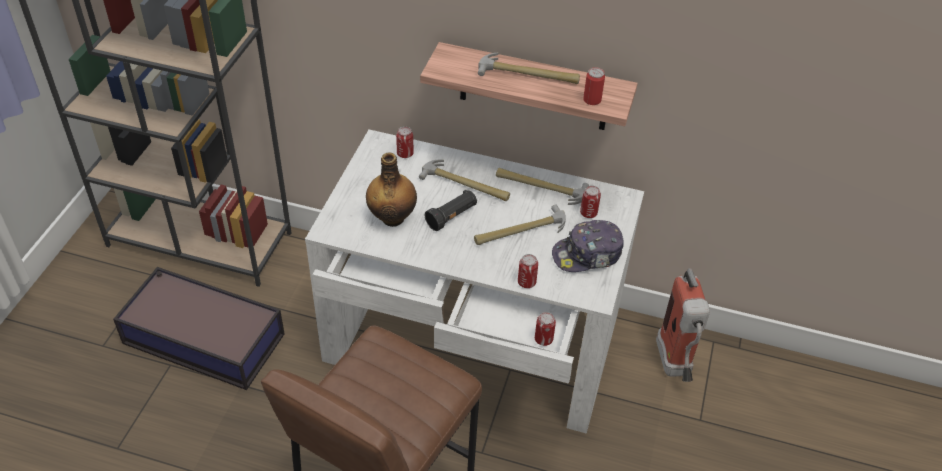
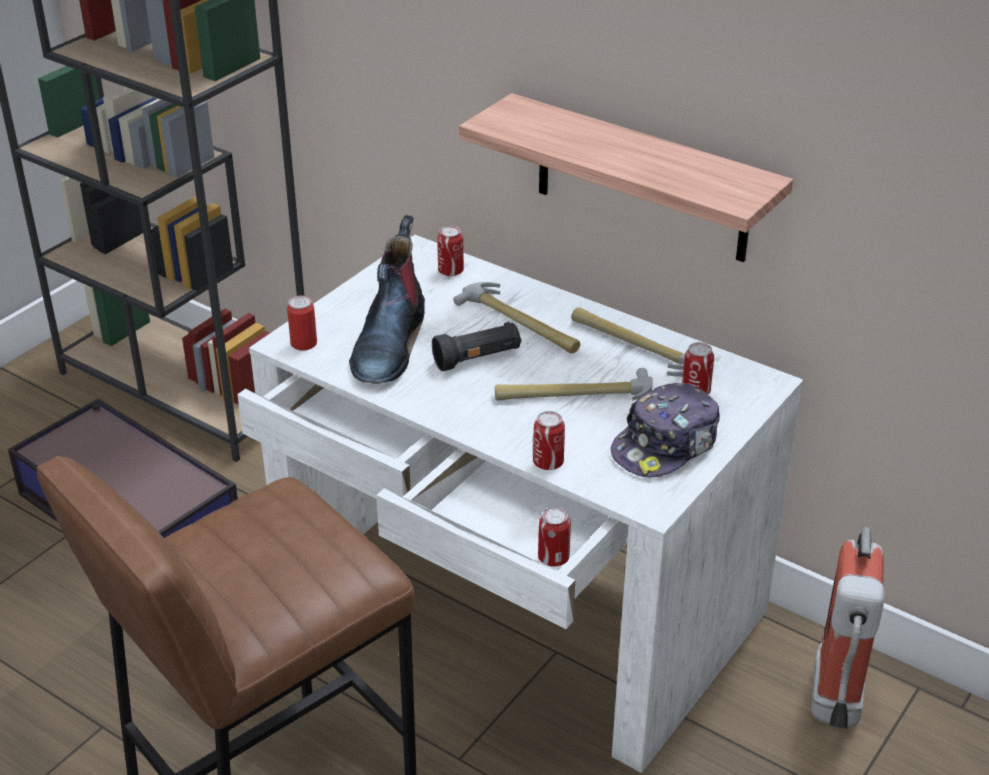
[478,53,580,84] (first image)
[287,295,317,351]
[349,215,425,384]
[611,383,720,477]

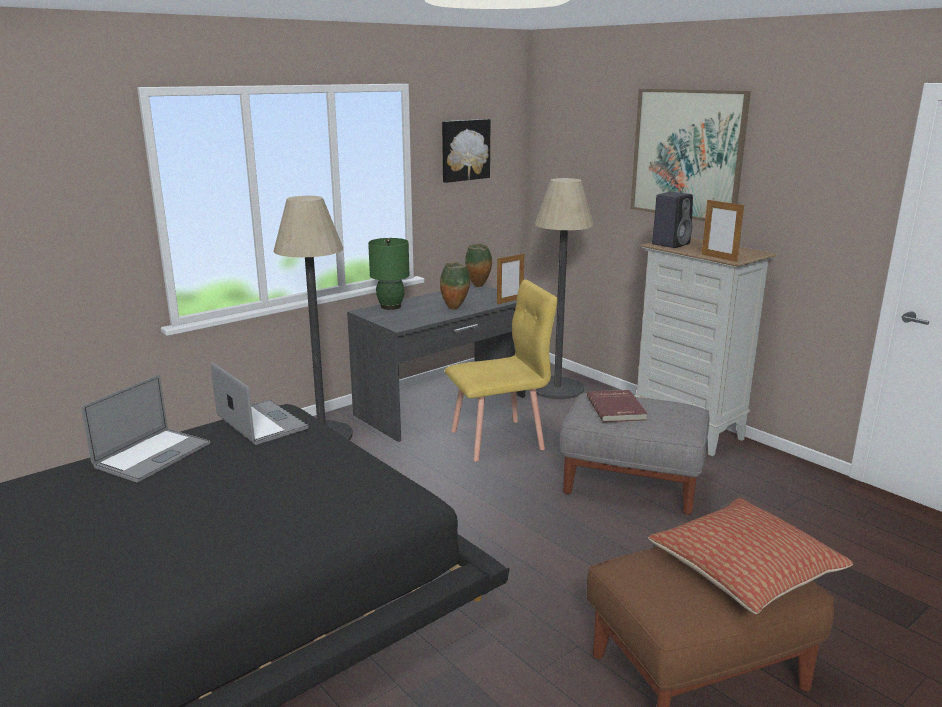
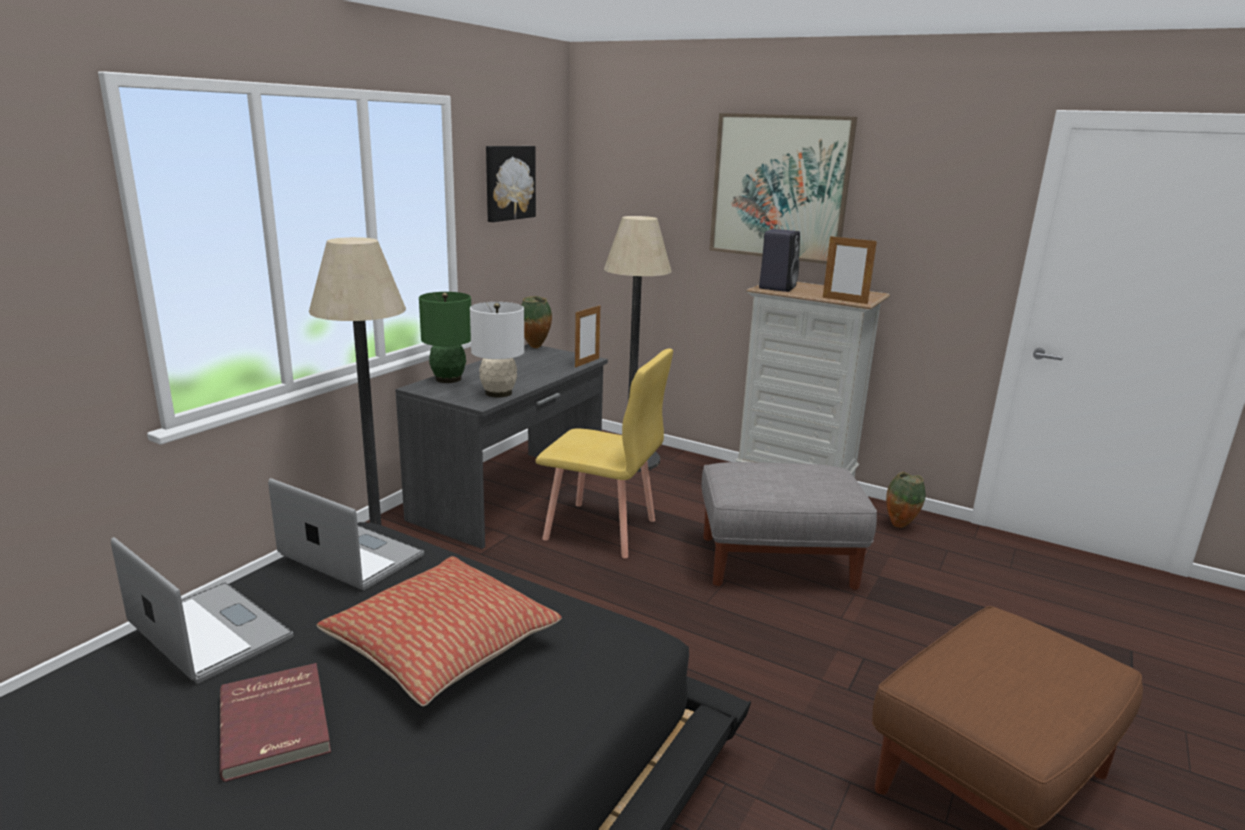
[470,302,524,398]
[886,472,926,528]
[220,663,331,782]
[317,556,562,706]
[111,537,294,684]
[535,348,673,558]

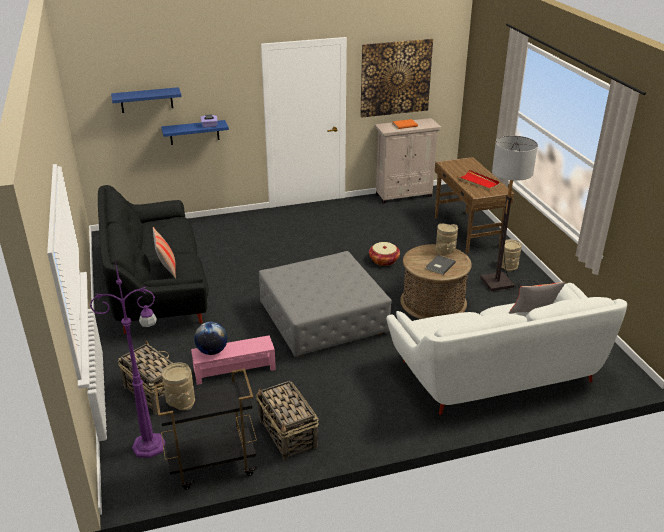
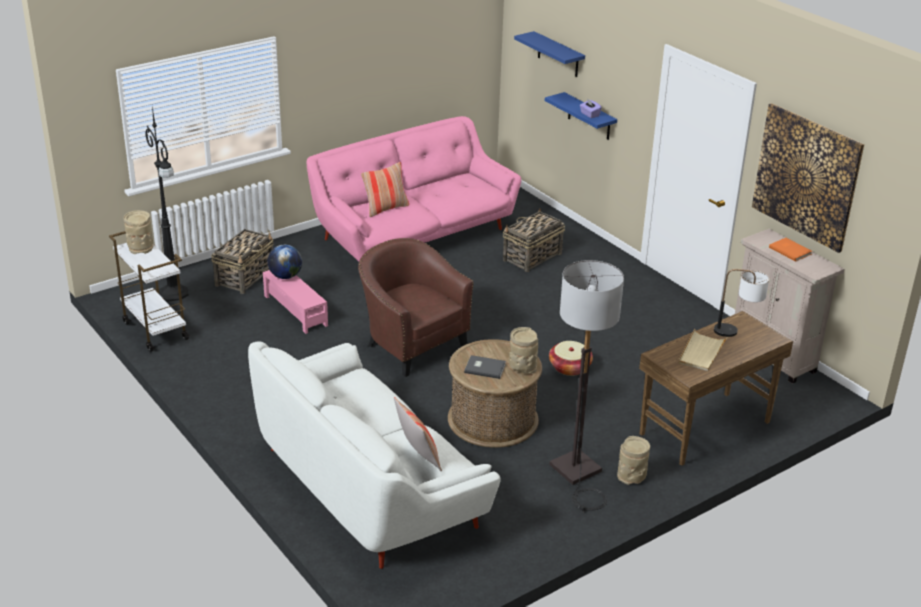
[714,269,769,337]
[503,209,565,272]
[358,238,474,377]
[145,107,189,302]
[307,116,521,261]
[109,231,190,352]
[679,329,727,372]

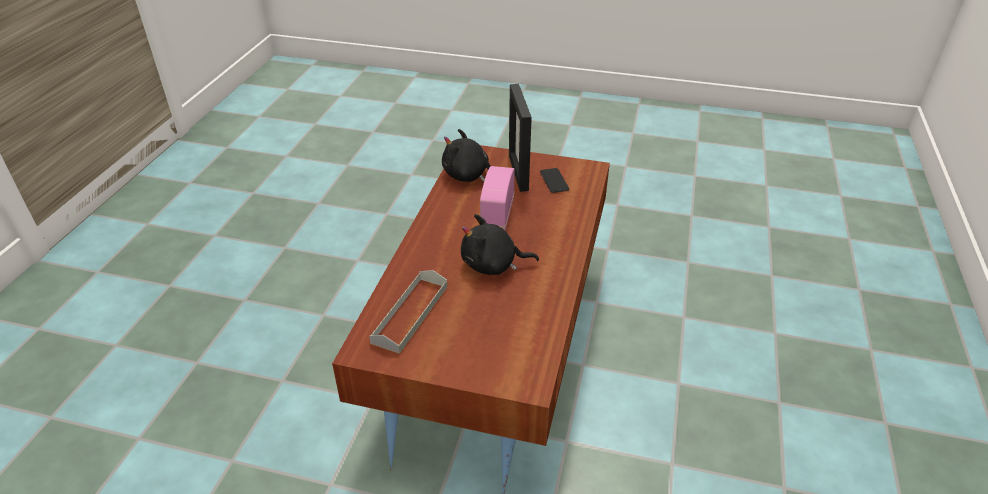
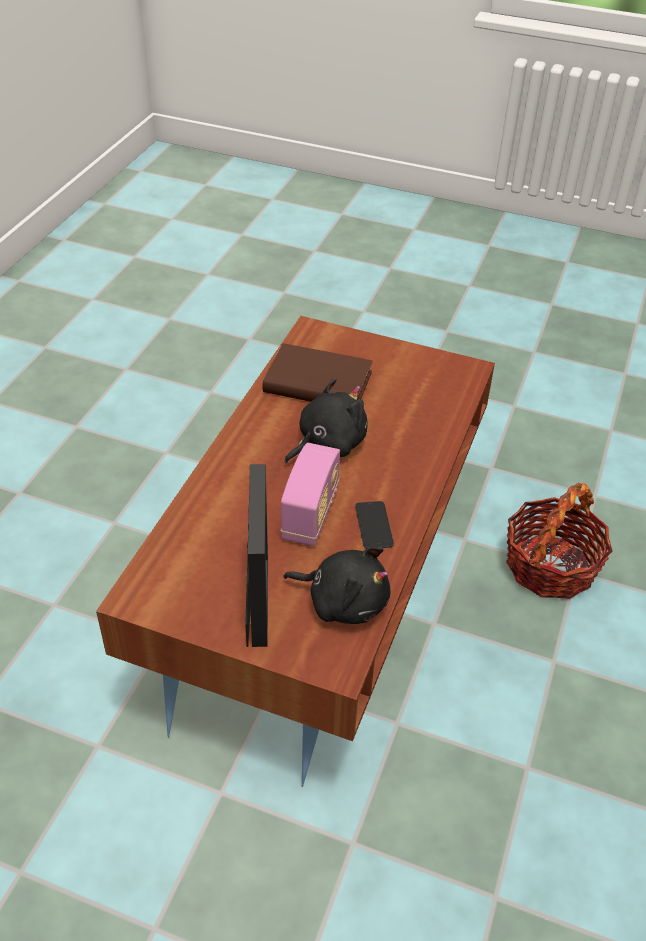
[369,270,447,354] (first image)
[262,343,373,402]
[506,483,613,599]
[355,501,394,549]
[284,378,367,464]

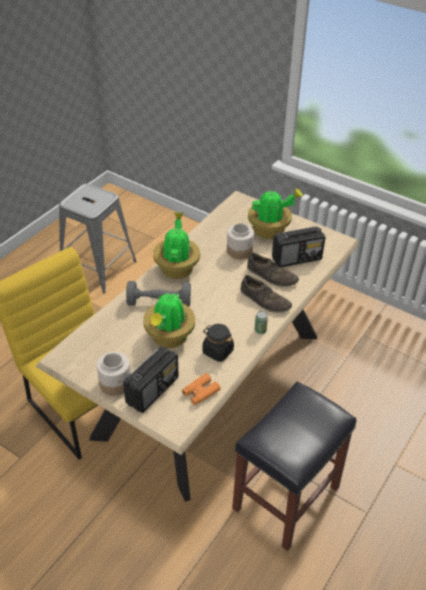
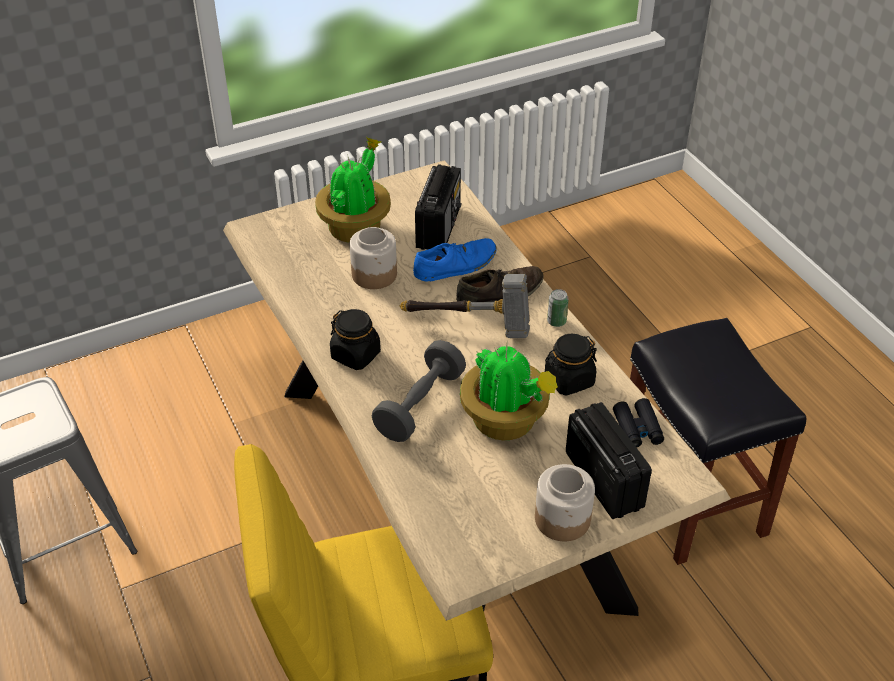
[400,274,530,338]
[330,309,381,370]
[613,398,664,448]
[413,238,496,281]

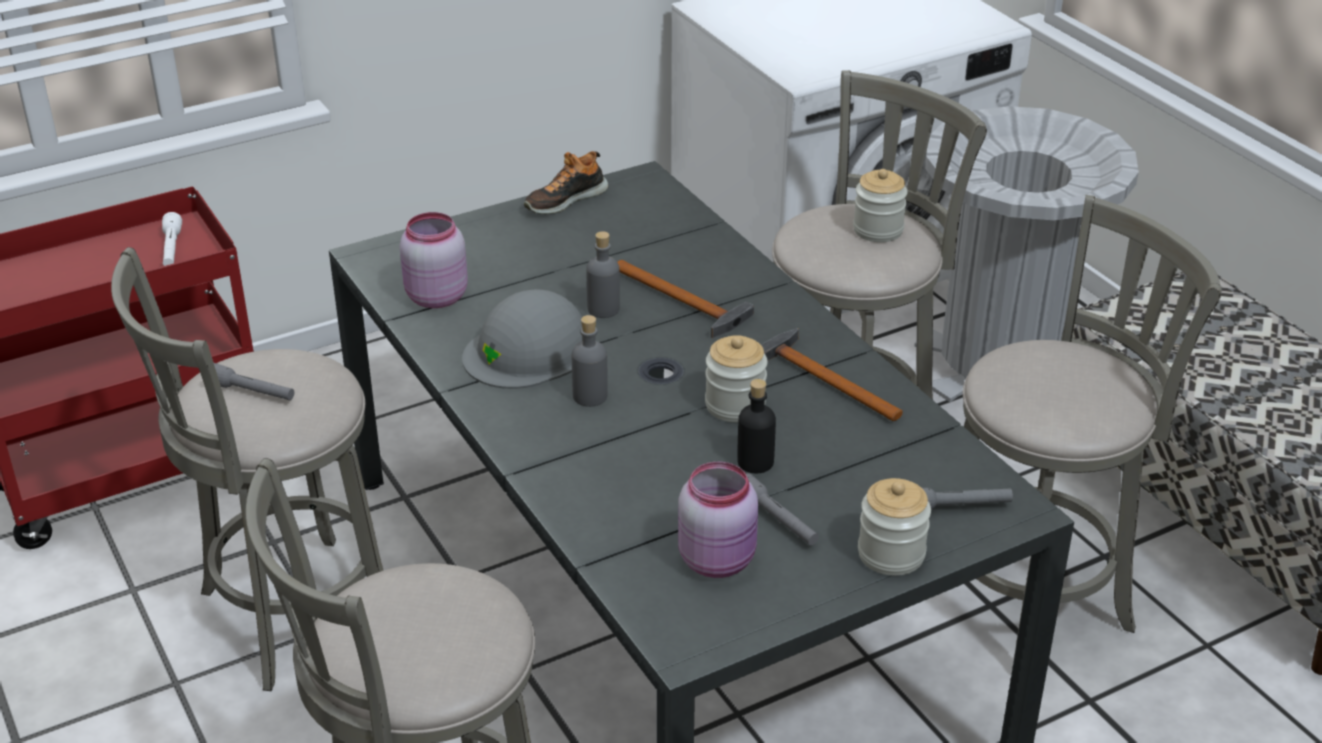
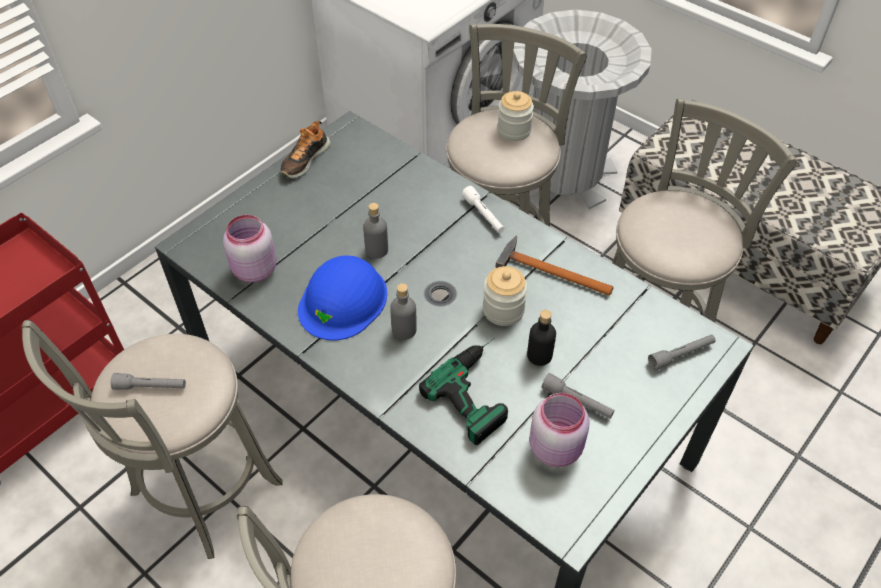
[617,260,754,338] (first image)
[858,478,931,576] (first image)
[419,337,508,445]
[462,186,505,233]
[298,255,387,340]

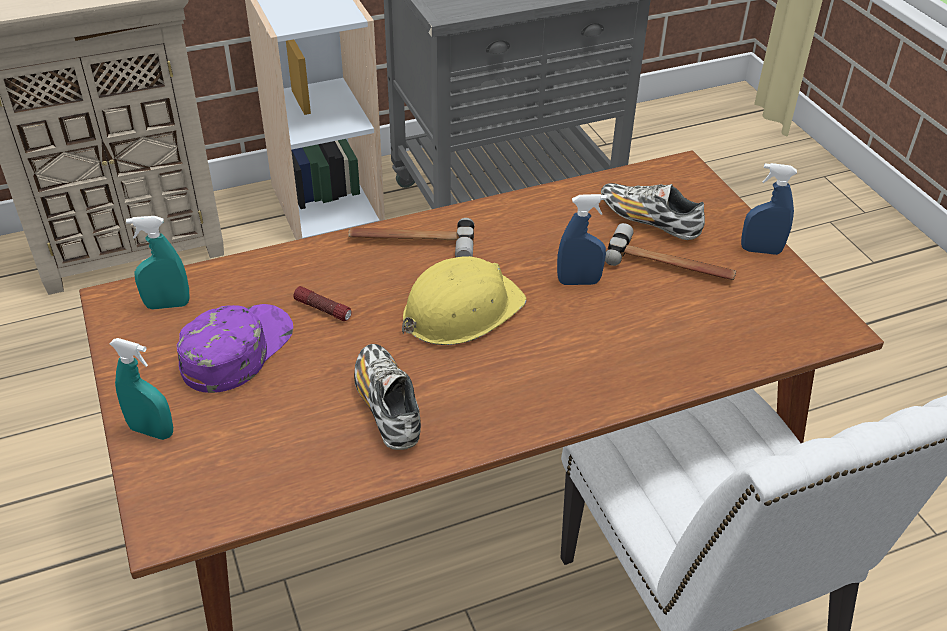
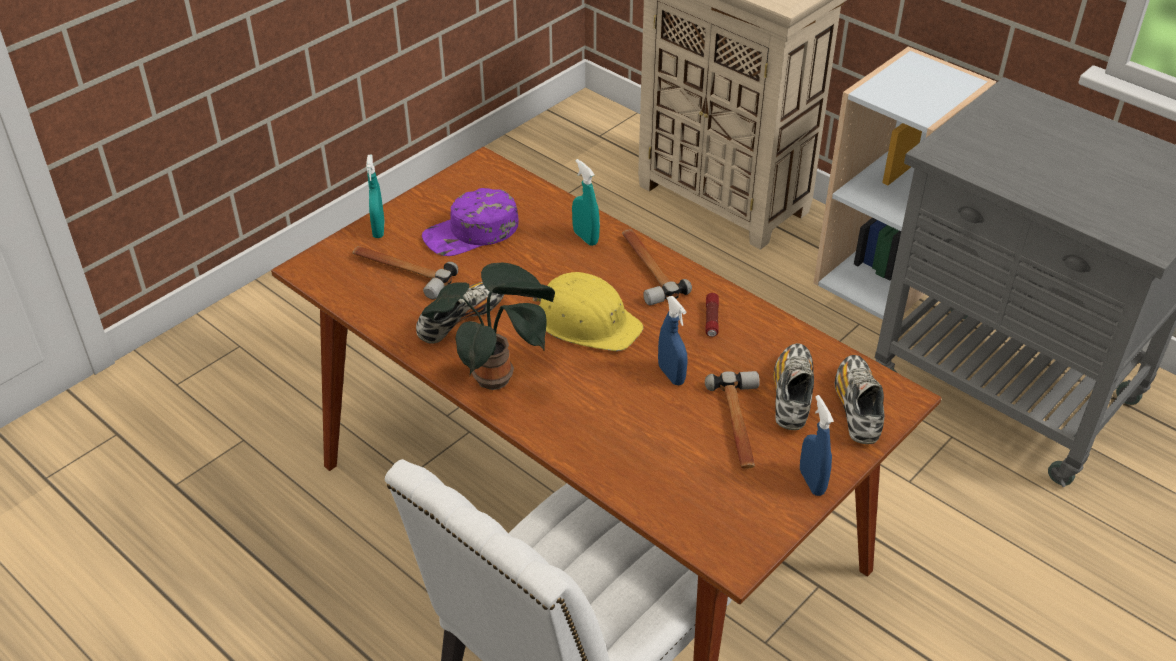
[353,246,458,299]
[422,263,555,390]
[835,355,885,444]
[572,159,600,246]
[706,293,719,337]
[422,188,519,256]

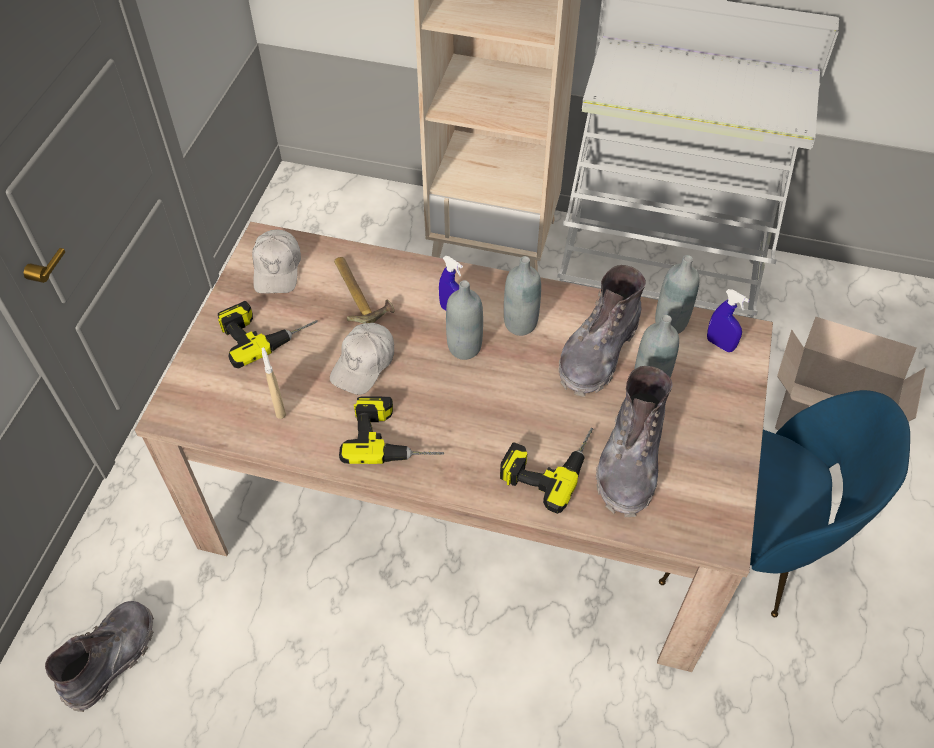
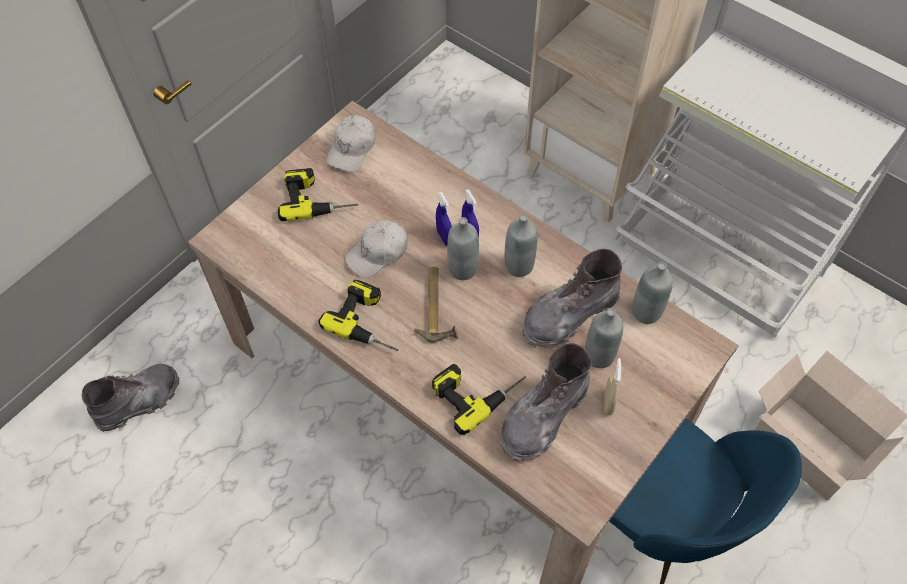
[604,358,621,415]
[414,267,458,343]
[436,192,452,246]

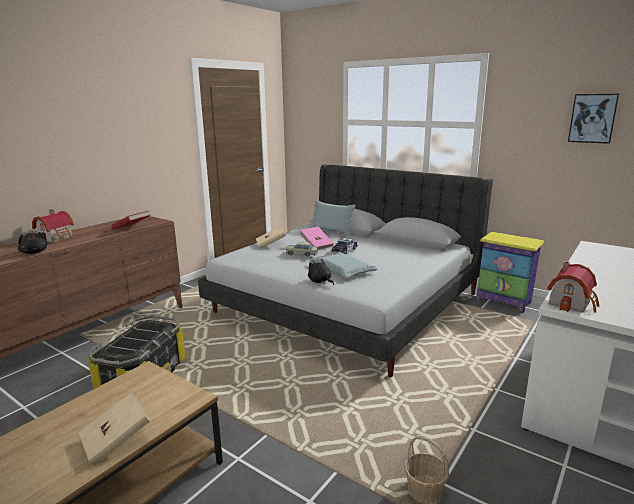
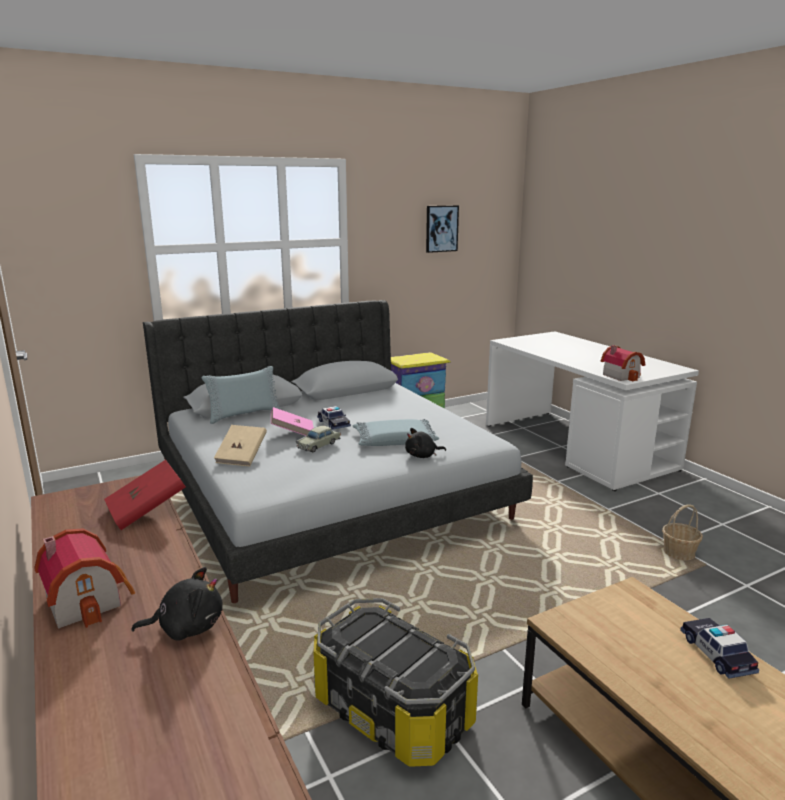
[680,618,759,679]

